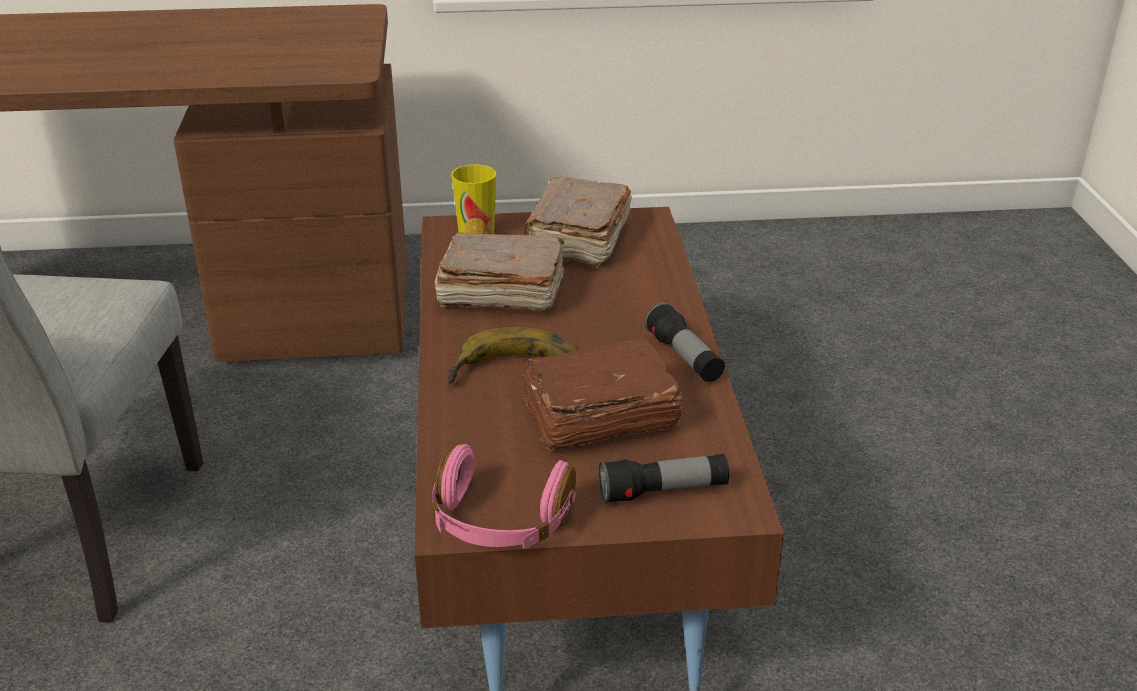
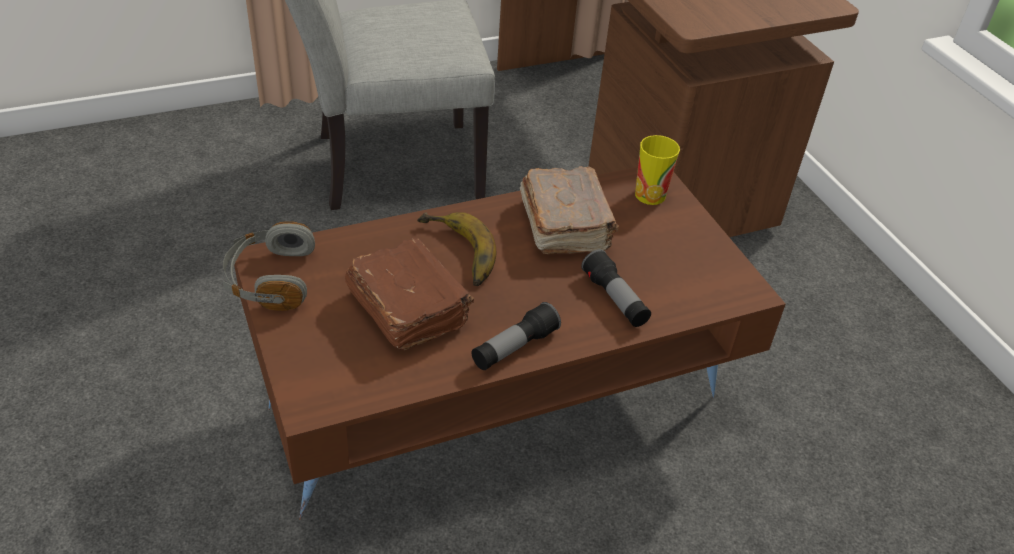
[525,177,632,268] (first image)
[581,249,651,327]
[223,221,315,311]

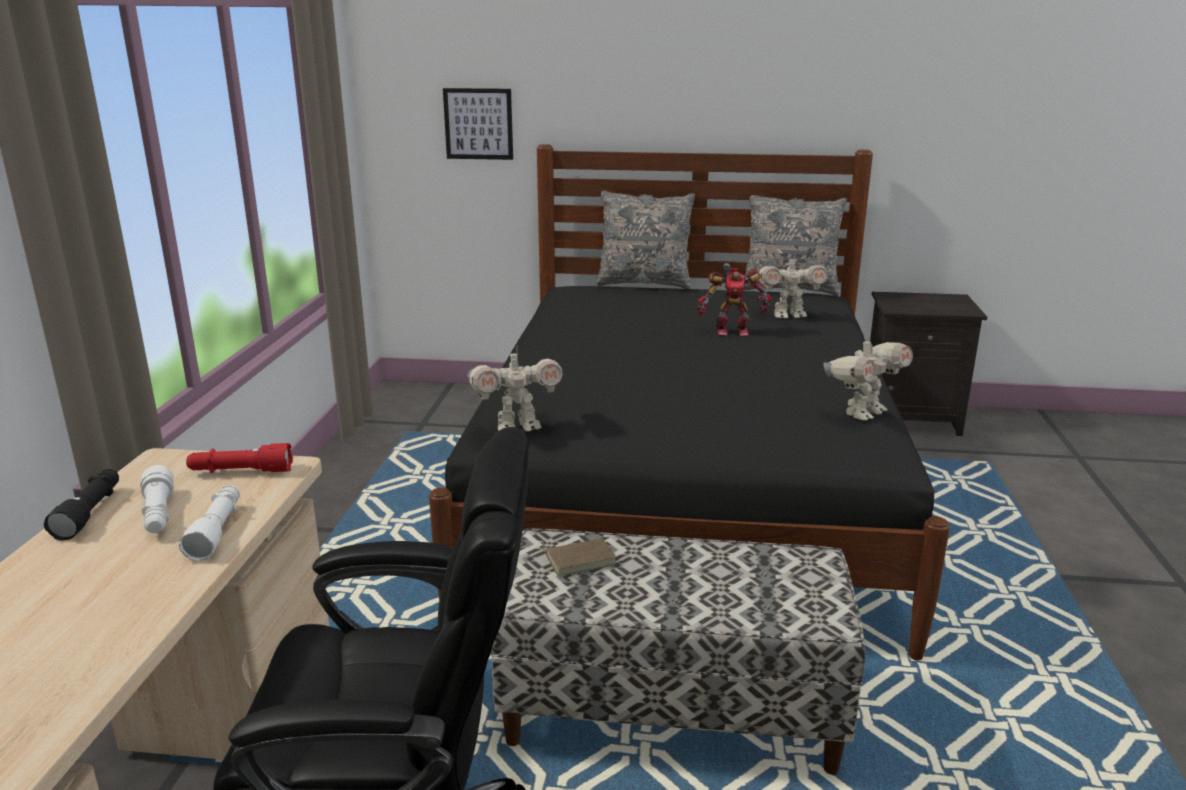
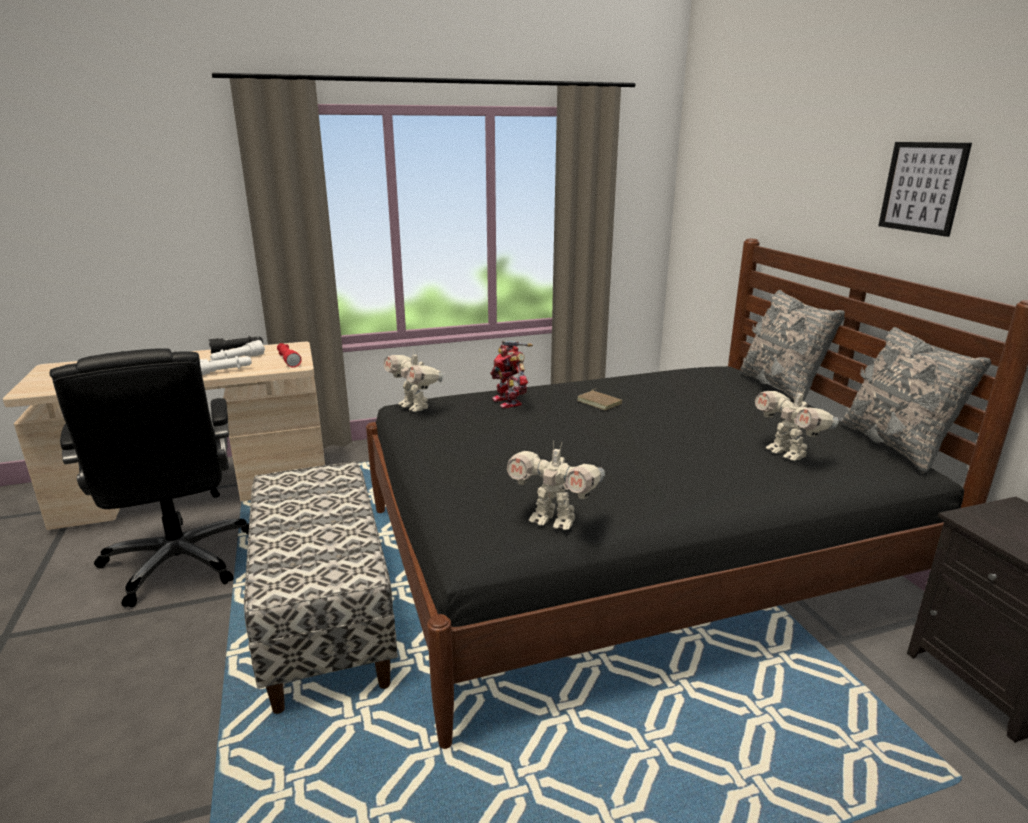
[878,142,972,237]
[577,389,622,410]
[490,341,533,408]

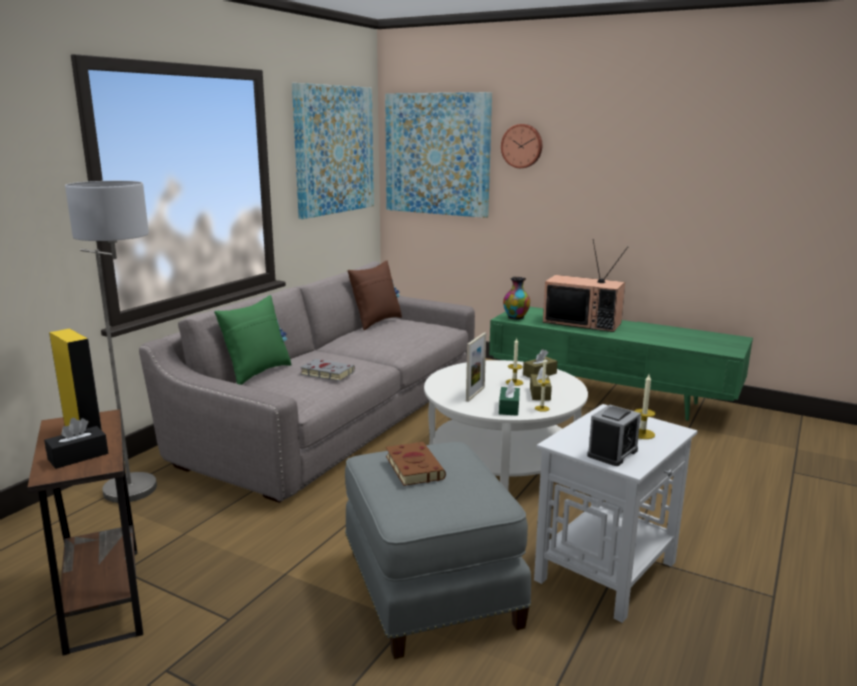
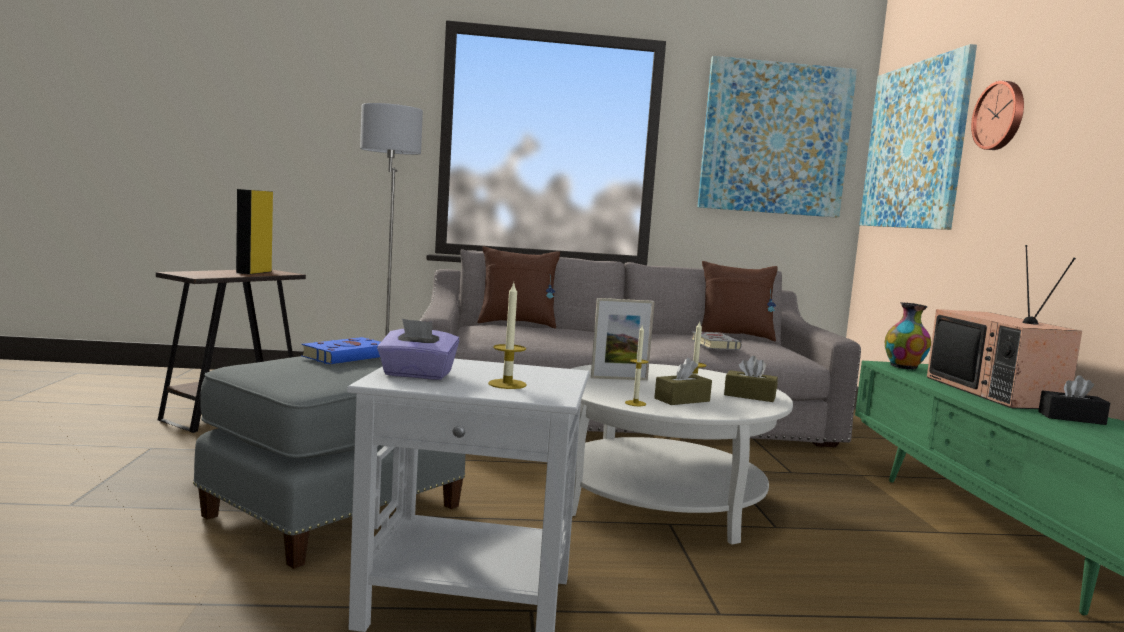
[499,380,520,416] (first image)
[1038,375,1110,425]
[691,331,742,350]
[377,319,459,380]
[477,246,560,329]
[301,337,381,364]

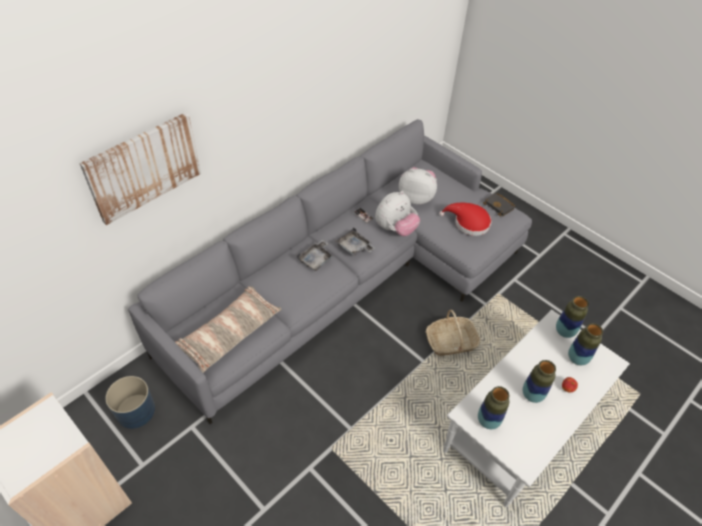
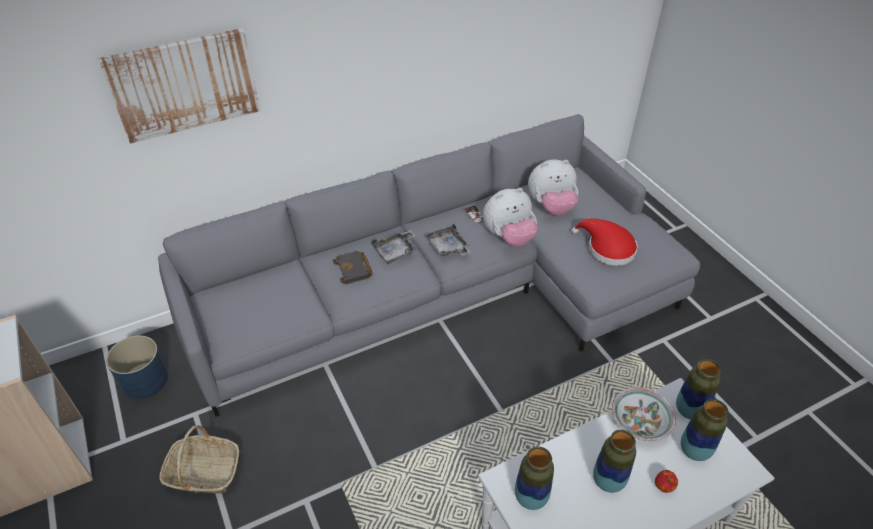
[175,286,281,373] (first image)
[612,387,676,441]
[159,425,239,494]
[333,251,373,284]
[528,160,578,216]

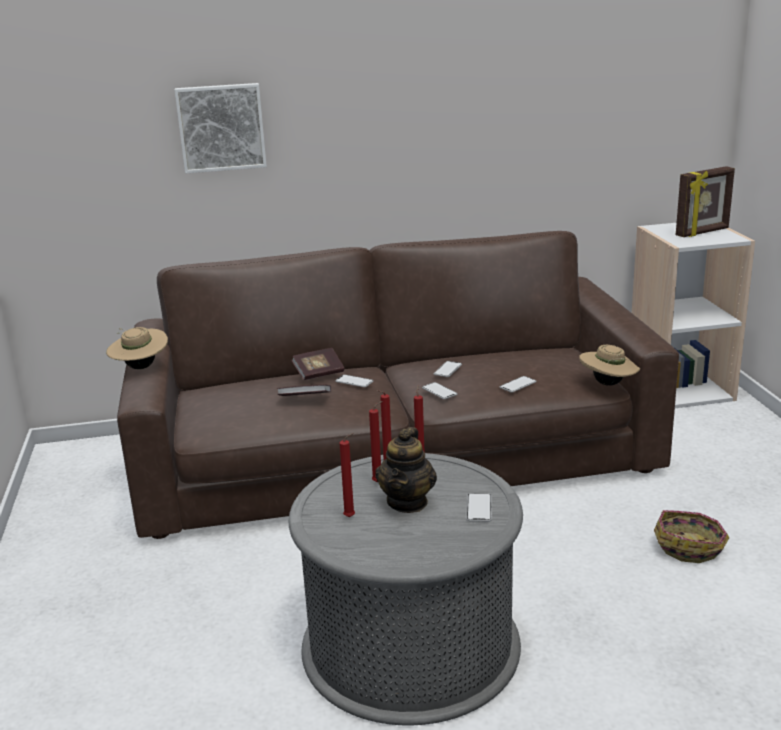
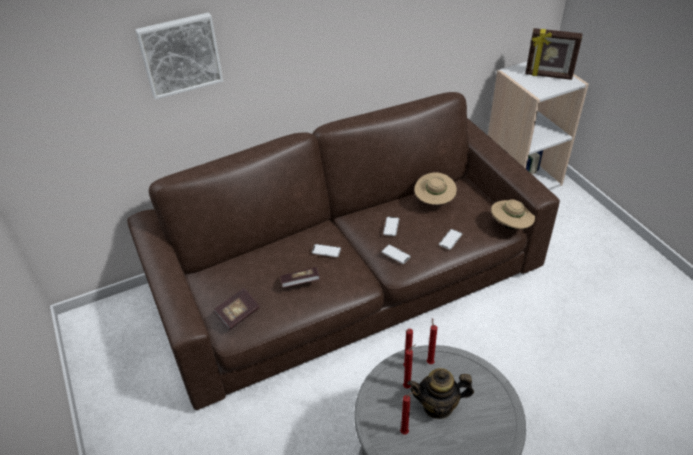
[466,493,492,522] (first image)
[654,510,730,563] (first image)
[414,172,457,205]
[213,288,260,330]
[407,368,474,419]
[525,28,582,80]

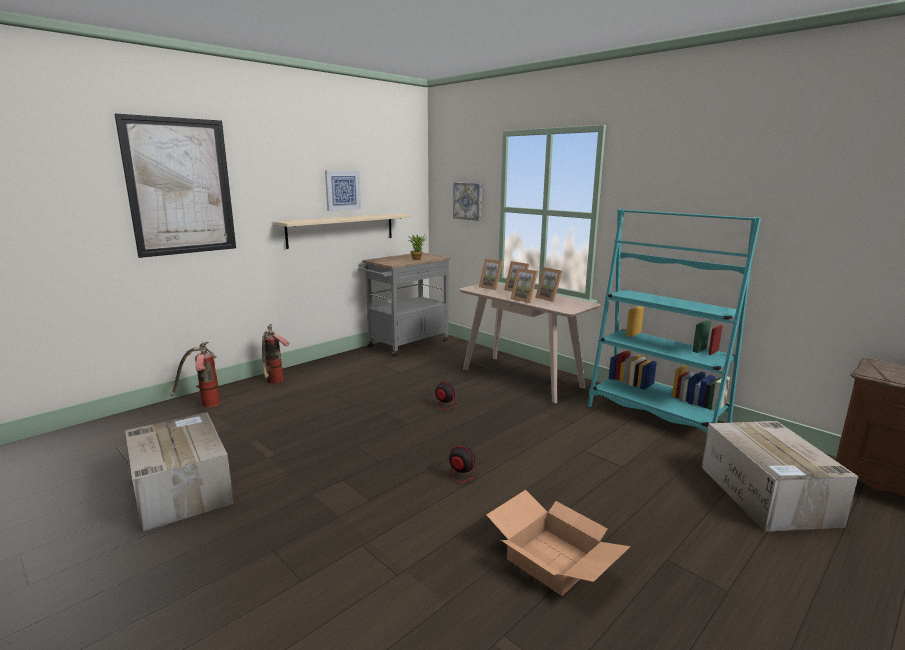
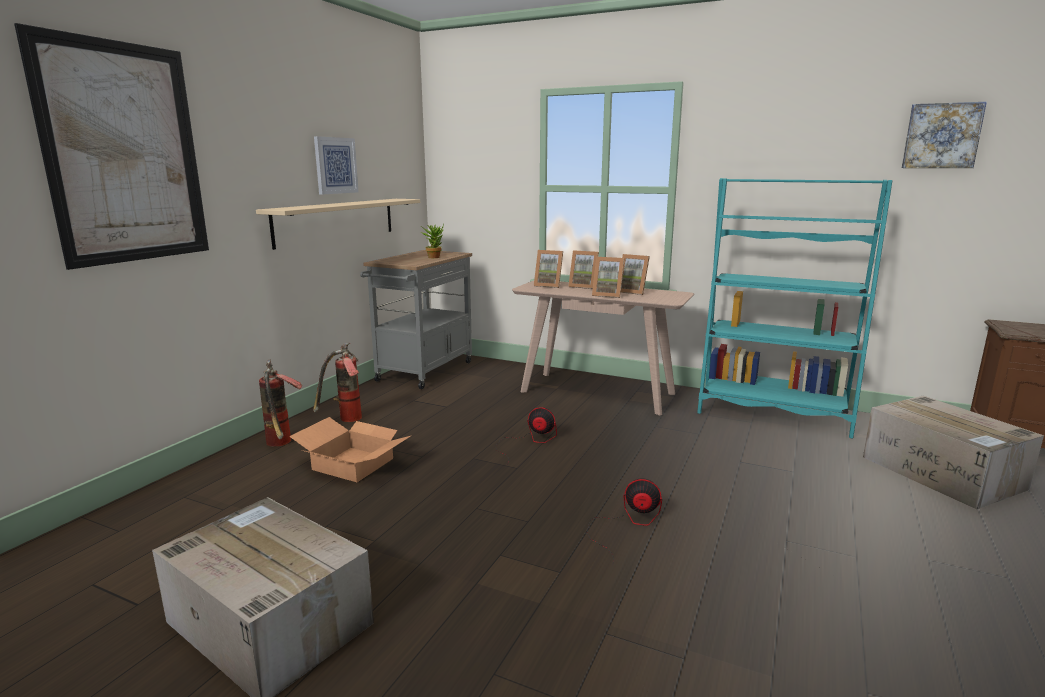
[313,343,362,422]
[902,102,987,168]
[289,417,412,482]

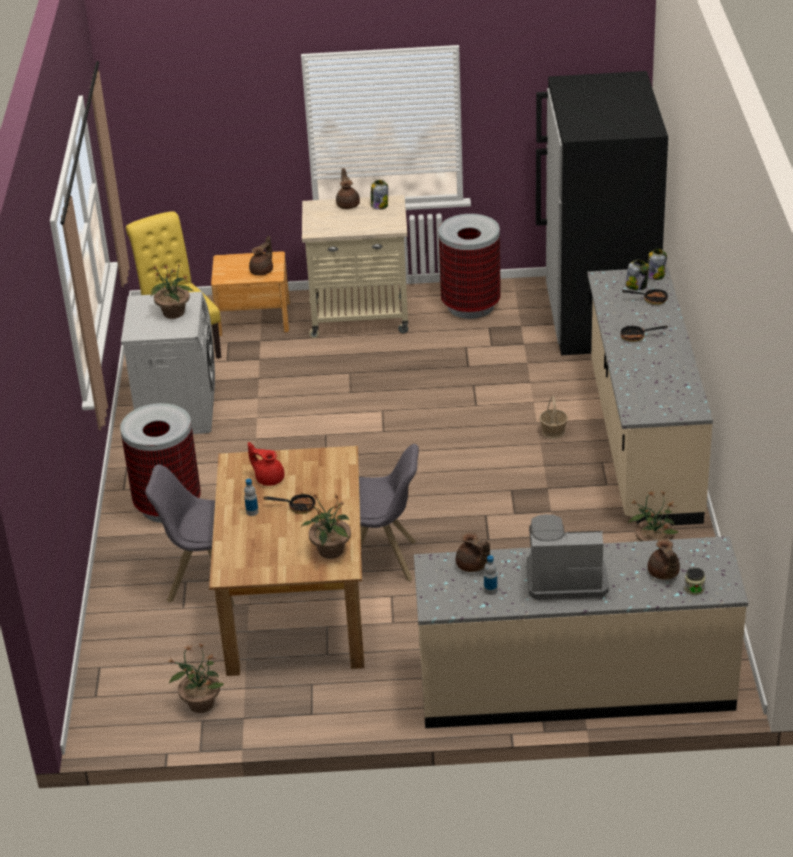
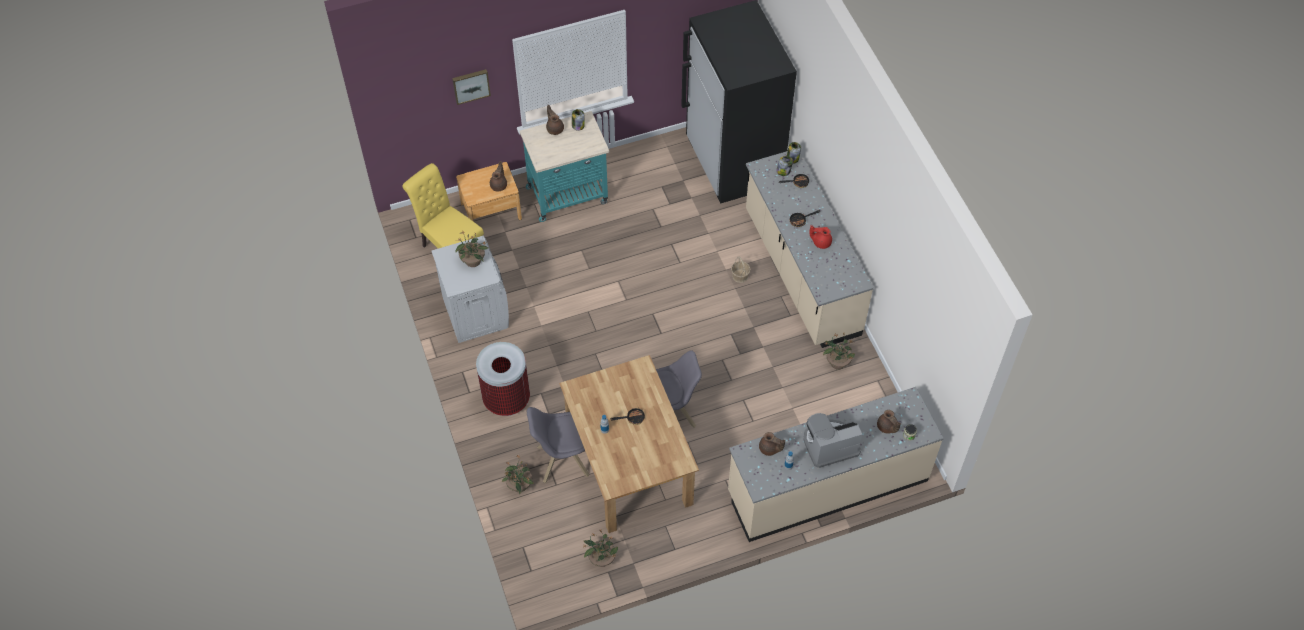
[439,214,501,319] (first image)
[452,69,491,105]
[809,225,832,249]
[502,455,534,494]
[520,111,609,222]

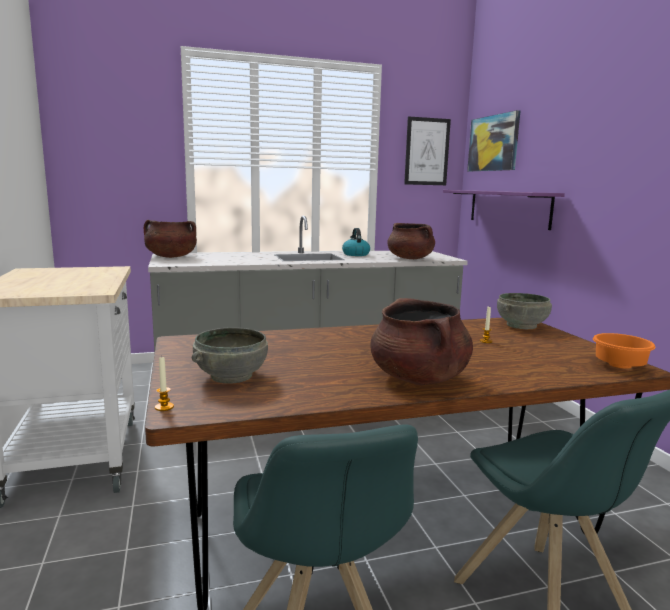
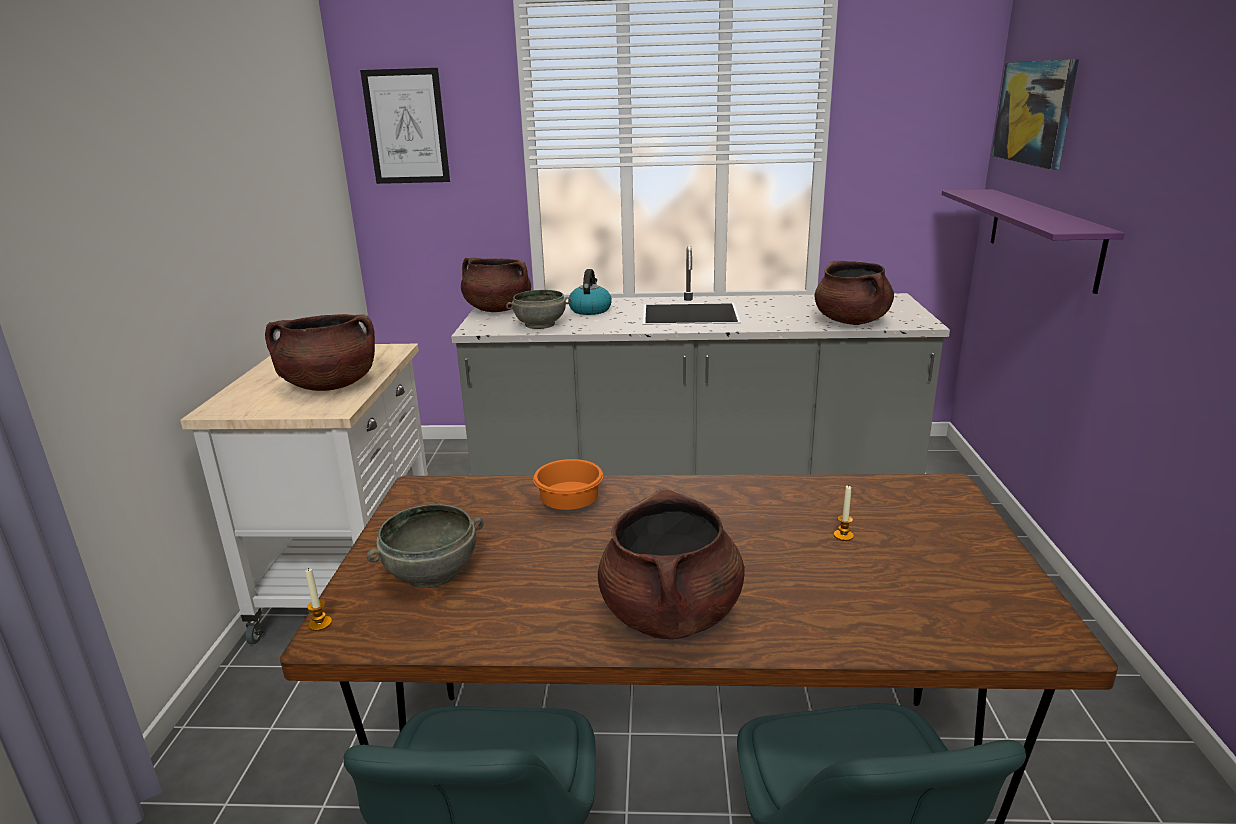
[265,314,375,391]
[568,269,612,315]
[360,68,450,184]
[506,290,571,329]
[533,459,603,510]

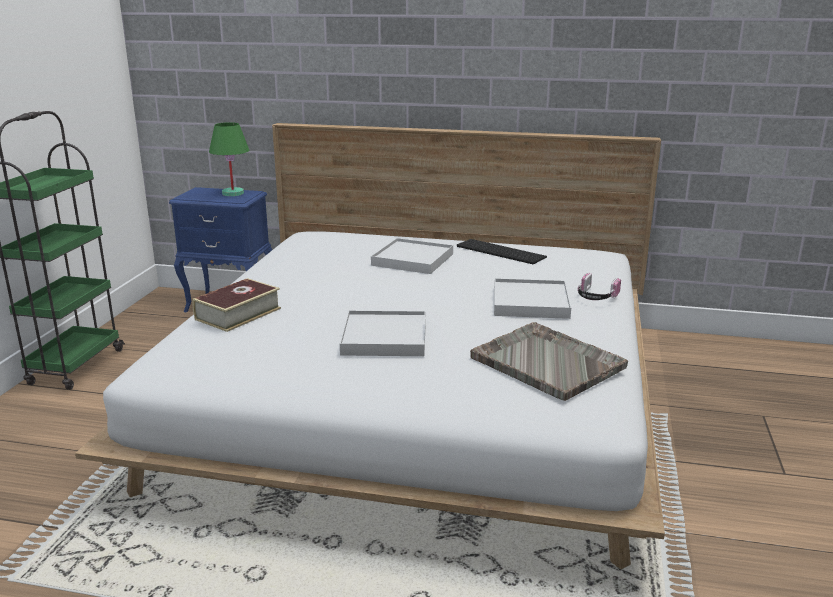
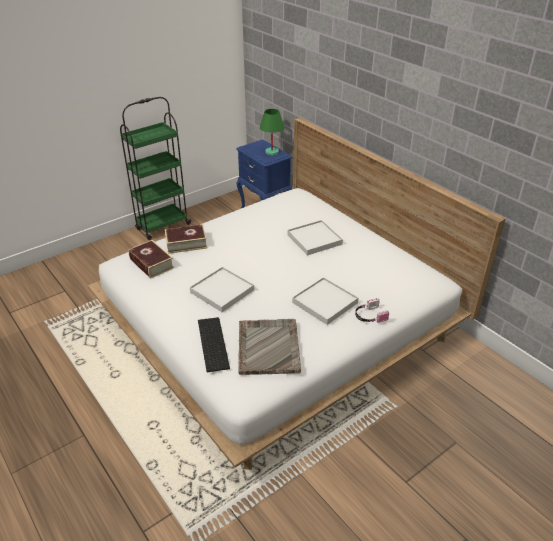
[129,240,174,279]
[198,317,230,372]

